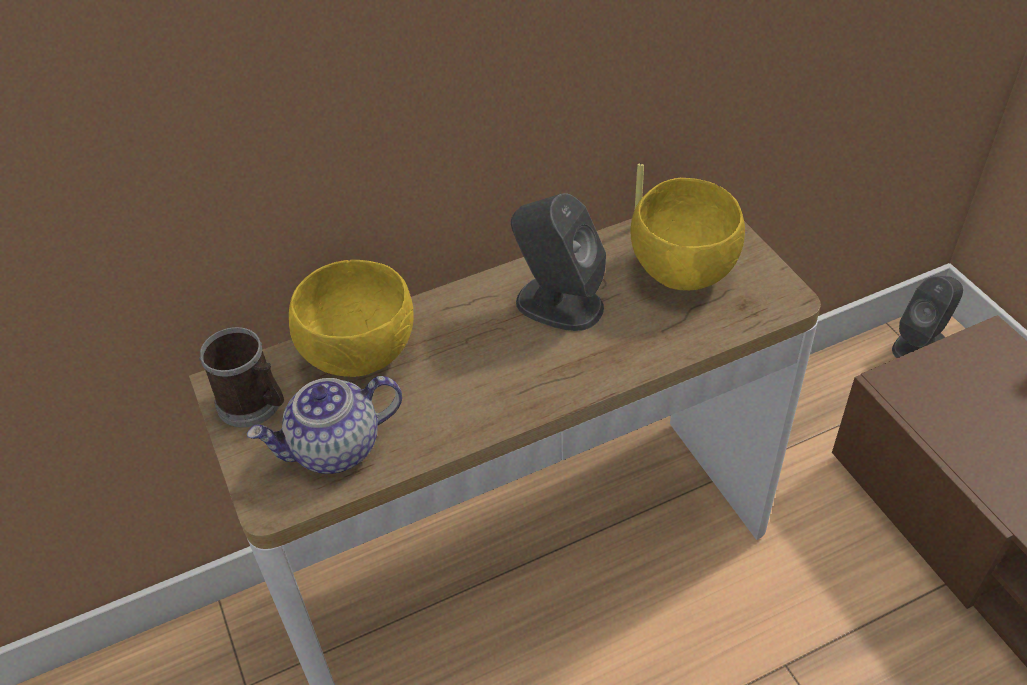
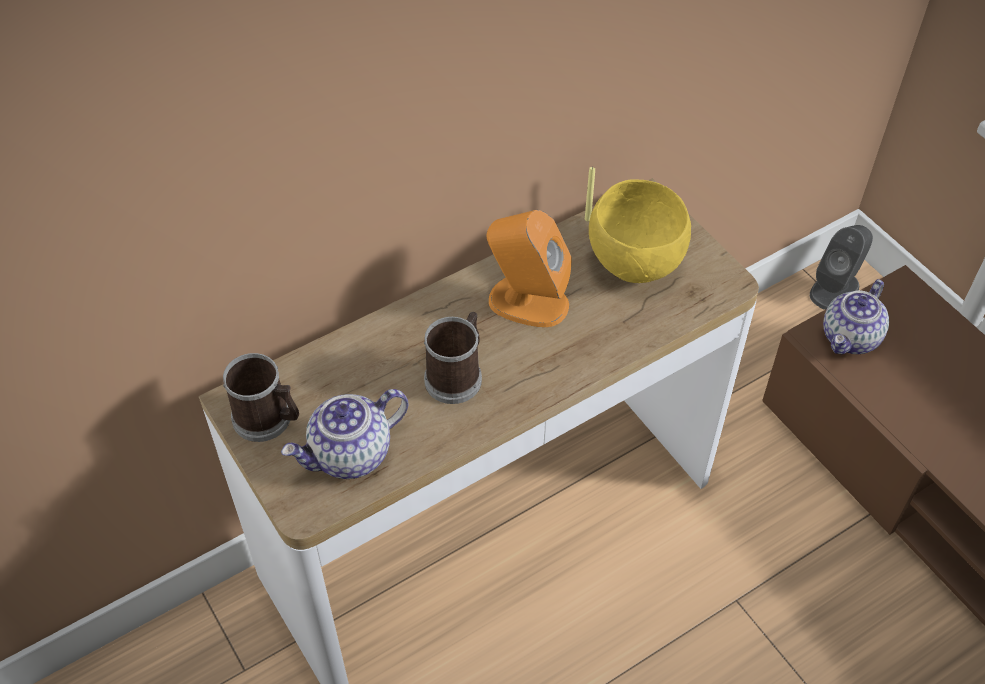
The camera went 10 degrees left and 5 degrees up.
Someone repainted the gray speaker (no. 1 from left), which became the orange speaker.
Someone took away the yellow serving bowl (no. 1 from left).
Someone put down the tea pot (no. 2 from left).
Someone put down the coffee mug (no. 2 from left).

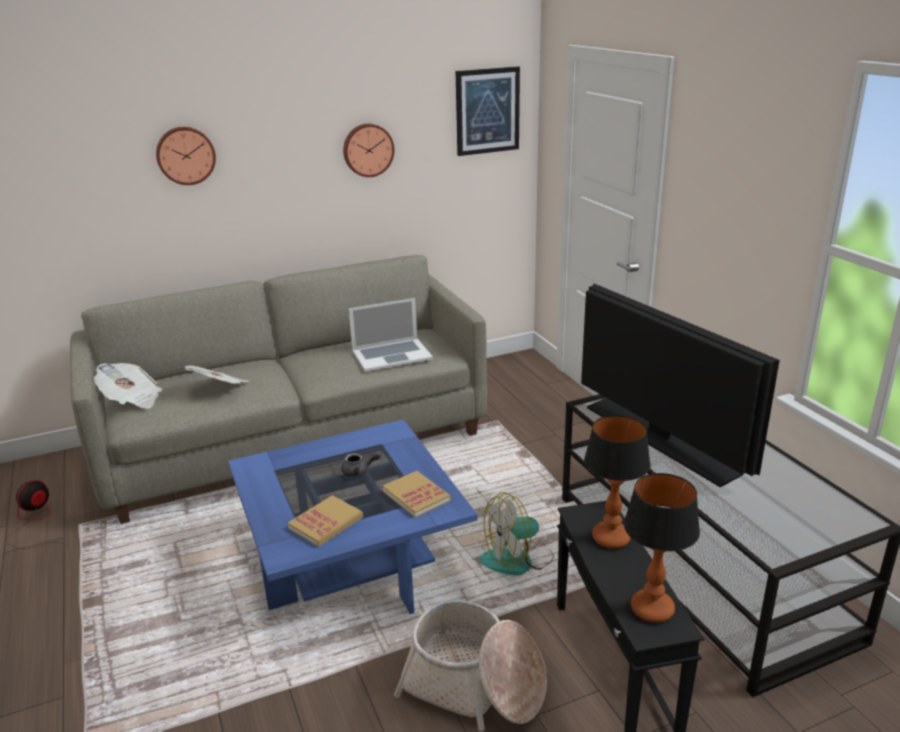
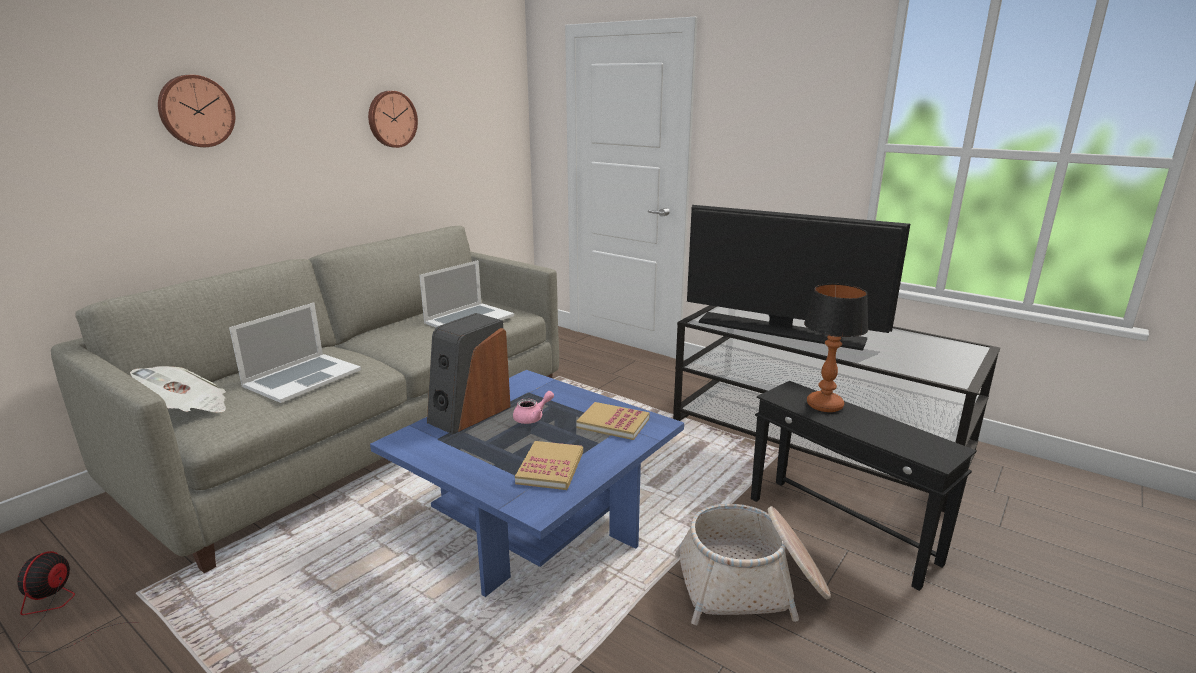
The camera went 30 degrees left and 5 degrees down.
Someone took away the wall picture.
Someone swapped the newspaper (no. 2 from left) for the laptop (no. 1 from left).
Someone repainted the gray tea pot, which became the pink-coloured tea pot.
Someone took away the table lamp (no. 2 from left).
Someone took away the electric fan (no. 2 from left).
Someone put down the speaker.

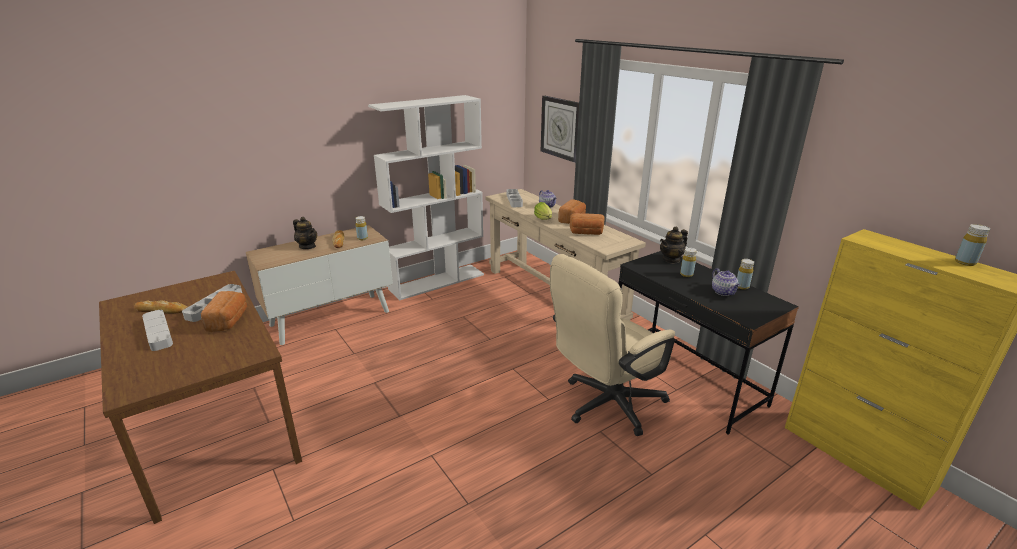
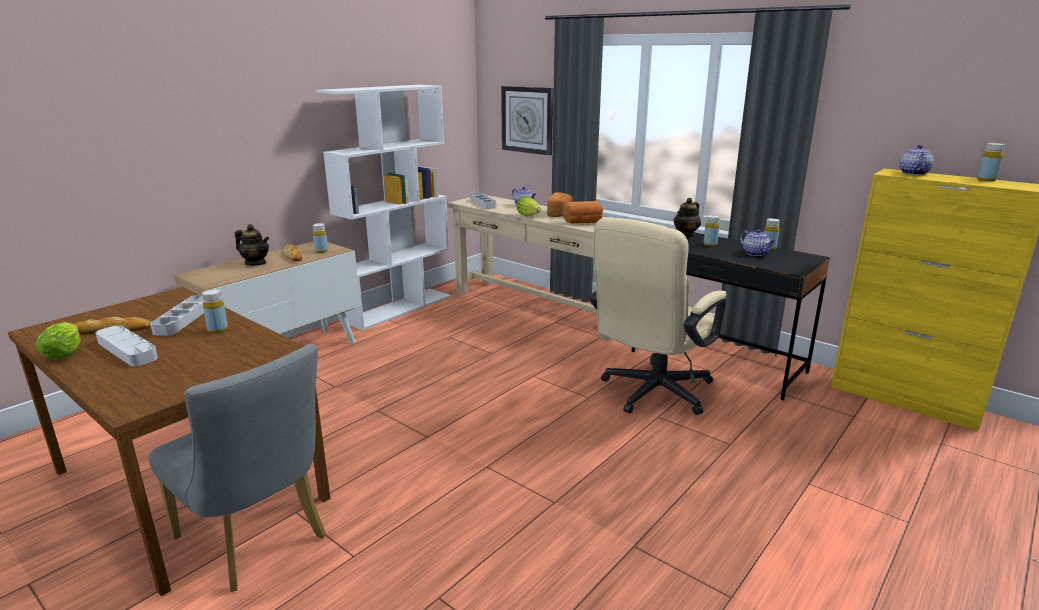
The camera went 15 degrees left and 5 degrees down.
Someone swapped the bread (no. 2 from left) for the yellow bottle (no. 1 from left).
Someone put down the tea pot (no. 5 from left).
Someone put down the lettuce head (no. 1 from left).
Someone put down the gray upright chair.

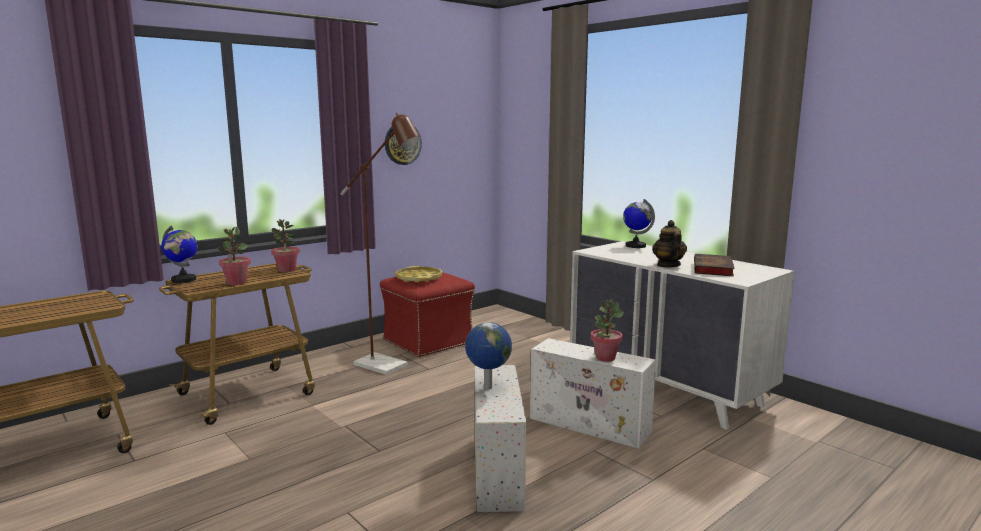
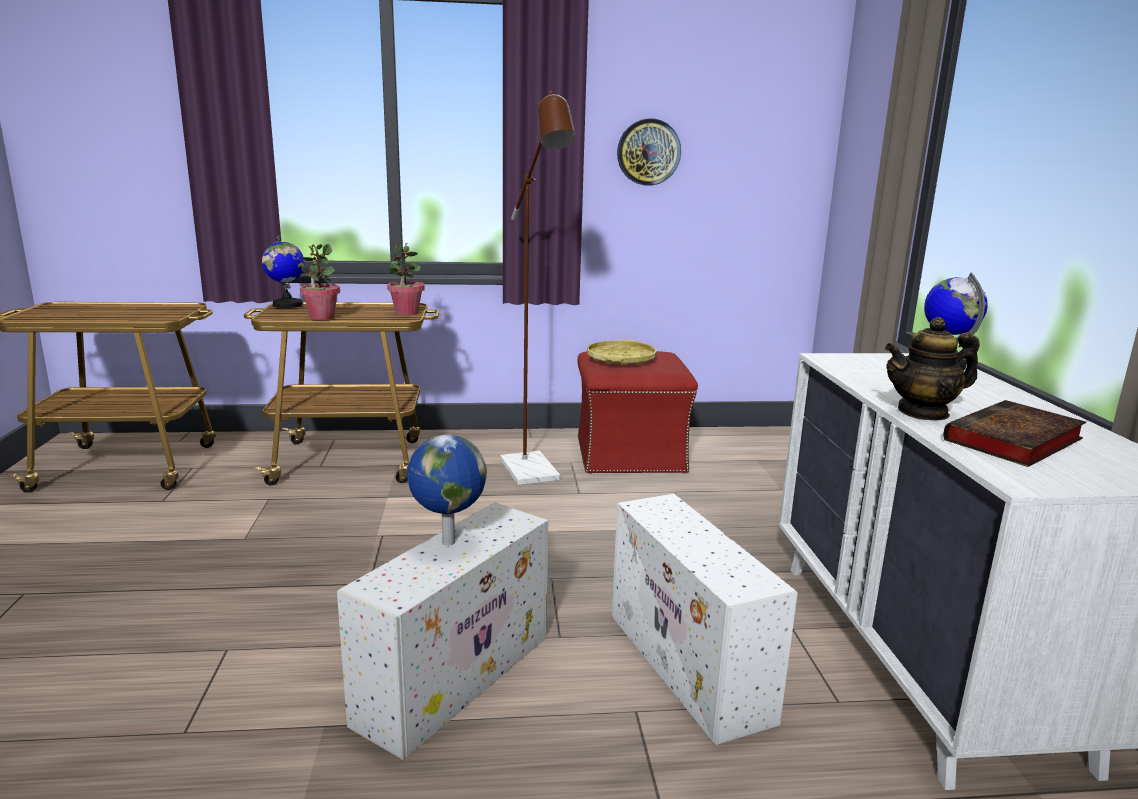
The camera went 35 degrees right and 5 degrees up.
Someone rotated the tea pot by 135 degrees counterclockwise.
Someone took away the houseplant (no. 3 from left).

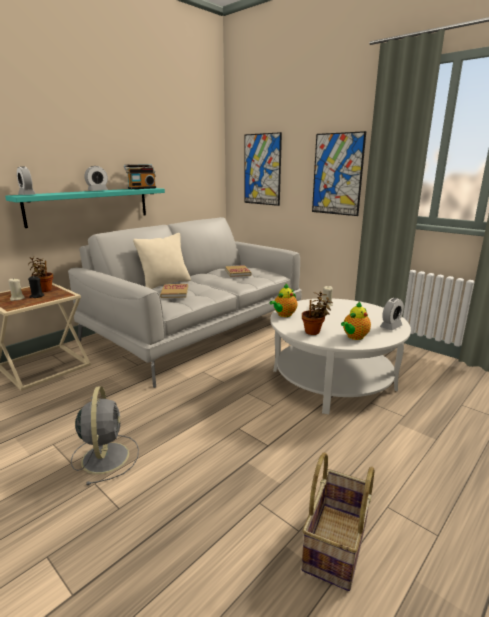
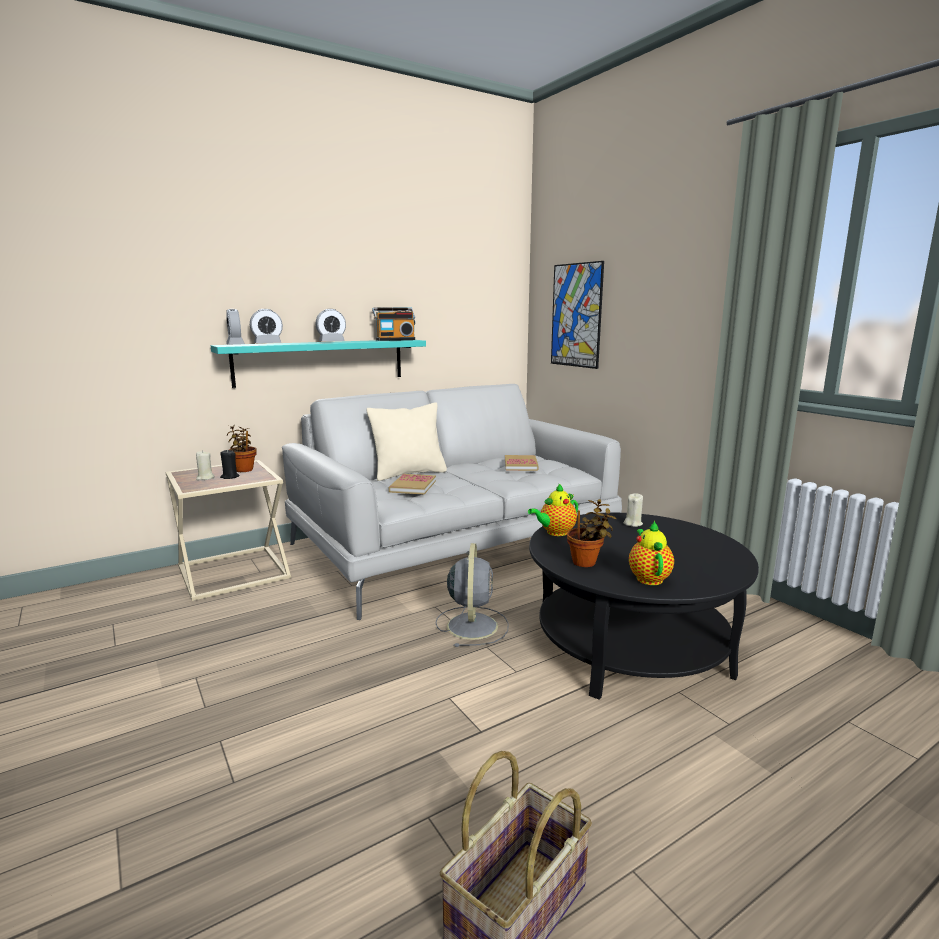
The camera went 15 degrees right and 5 degrees down.
Someone took away the wall picture (no. 2 from left).
Someone repainted the white low table, which became the blackish low table.
Someone carried the bedside clock (no. 3 from left in the first image).
Someone rotated the tea pot (no. 2 from left) by 120 degrees clockwise.
Someone carried the gray electric fan.

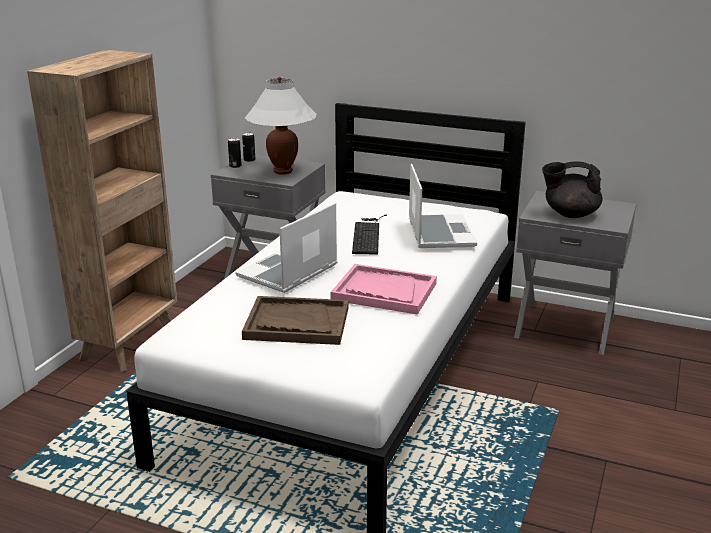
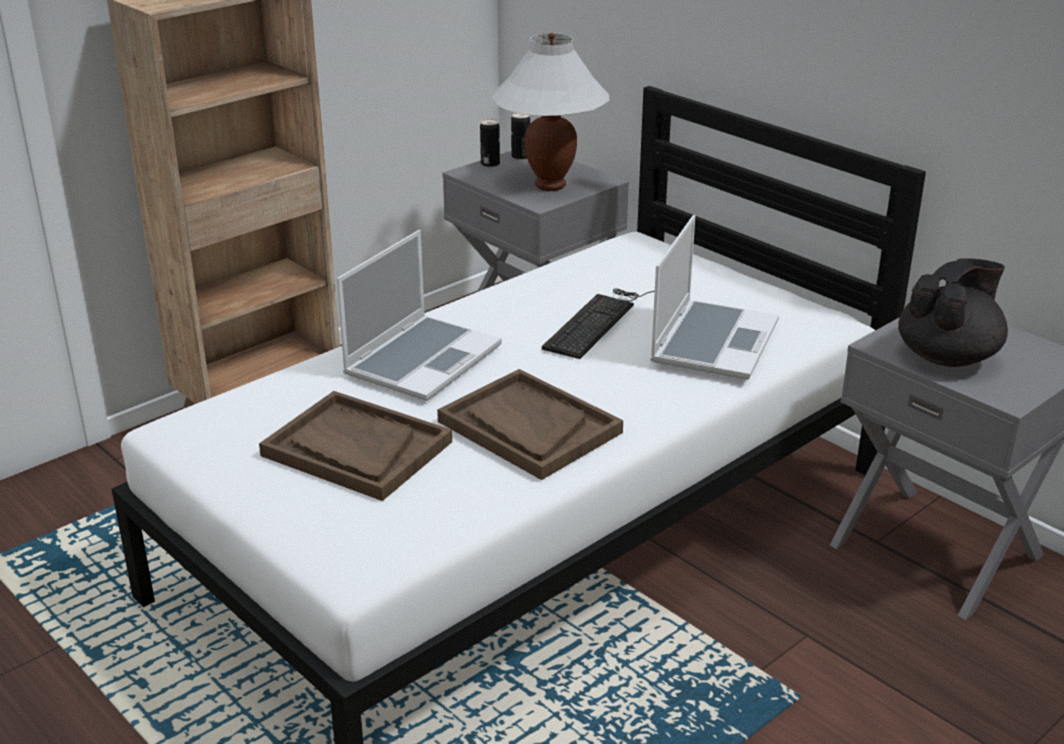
The camera went 25 degrees right and 5 degrees up.
Someone rotated the blackish tea pot by 105 degrees clockwise.
Someone rotated the laptop (no. 1 from left) by 150 degrees clockwise.
Someone repainted the pink-coloured carrying tray, which became the brownish carrying tray (no. 2 from left).

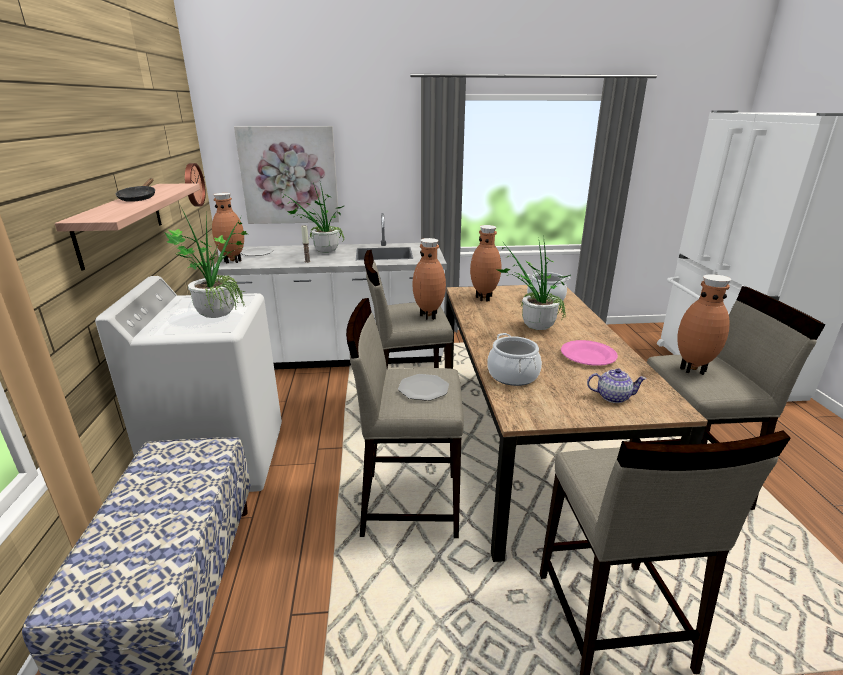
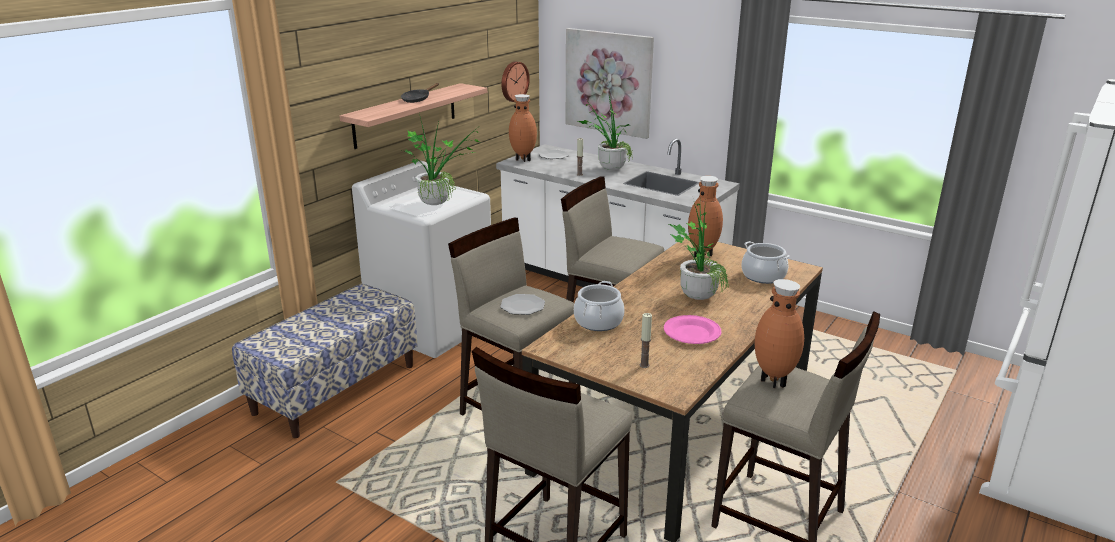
The camera went 40 degrees right and 0 degrees up.
Someone took away the brownish vase (no. 2 from left).
Someone swapped the tea pot for the wax light (no. 2 from left).

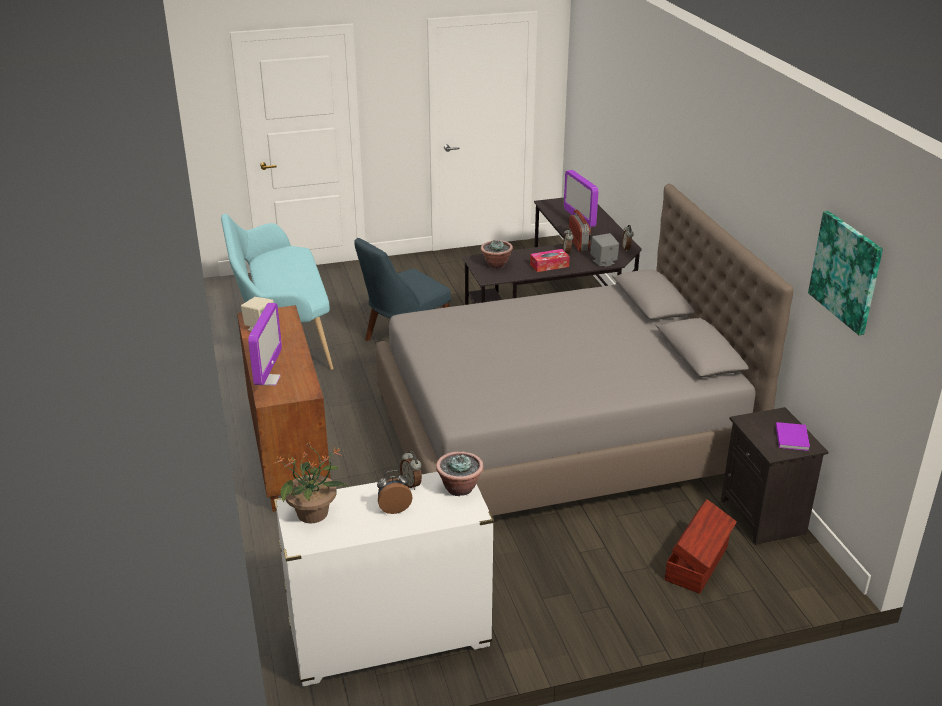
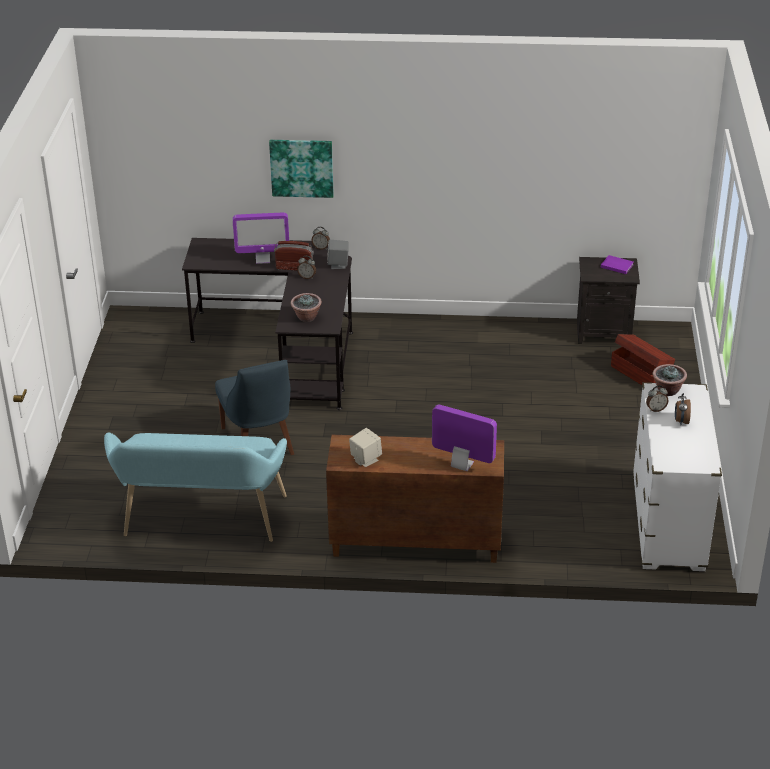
The camera went 70 degrees left and 5 degrees up.
Someone took away the gray bedroom bed.
Someone carried the wall picture.
Someone took away the box of tissues.
Someone took away the houseplant (no. 1 from left).

